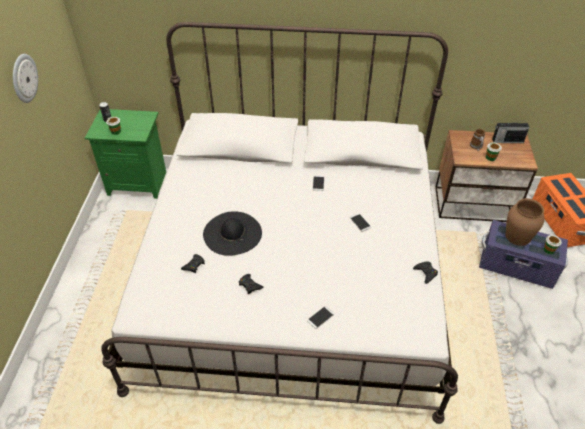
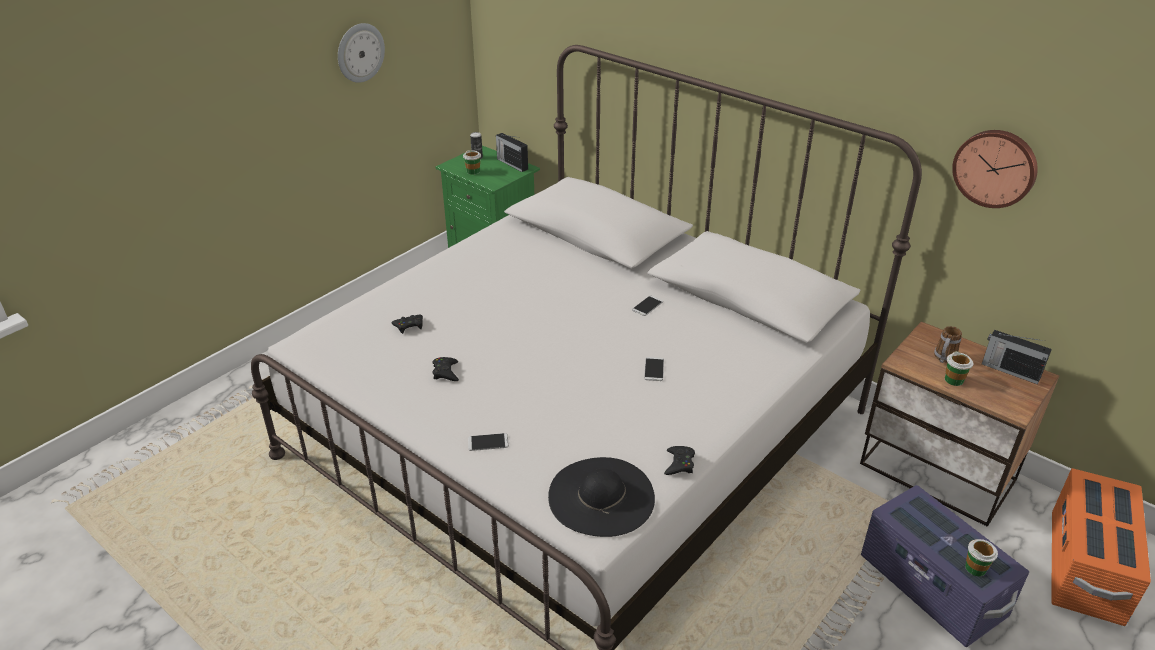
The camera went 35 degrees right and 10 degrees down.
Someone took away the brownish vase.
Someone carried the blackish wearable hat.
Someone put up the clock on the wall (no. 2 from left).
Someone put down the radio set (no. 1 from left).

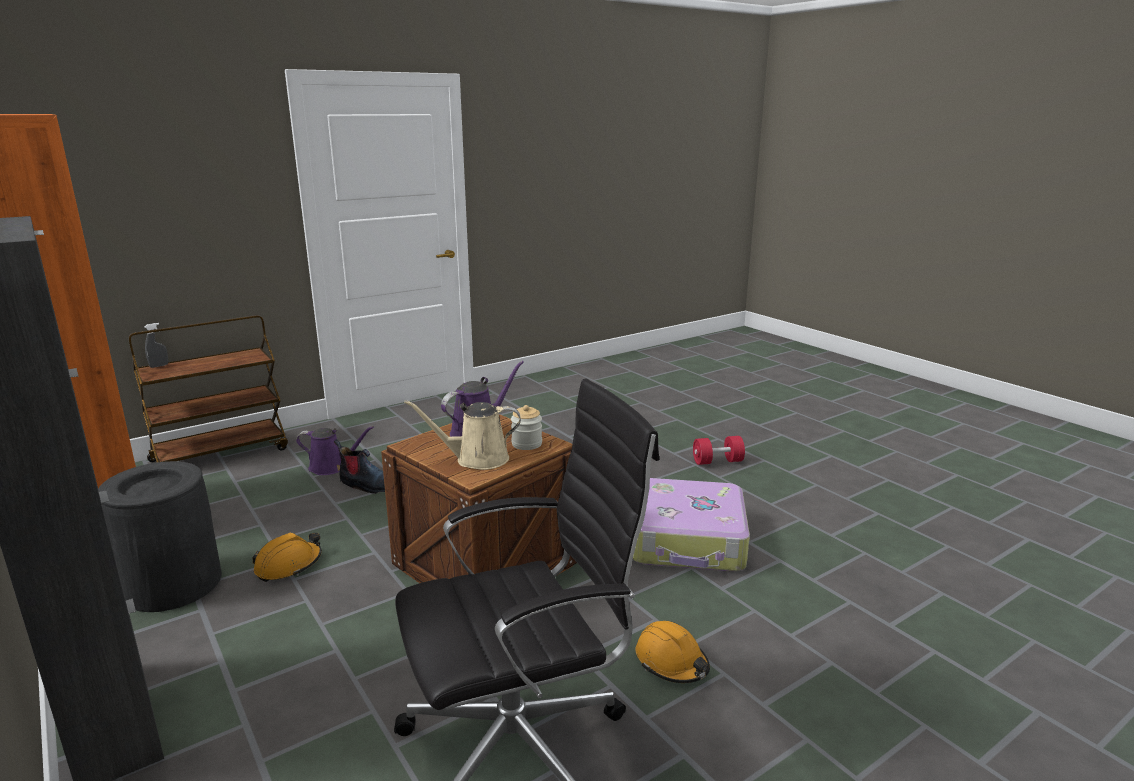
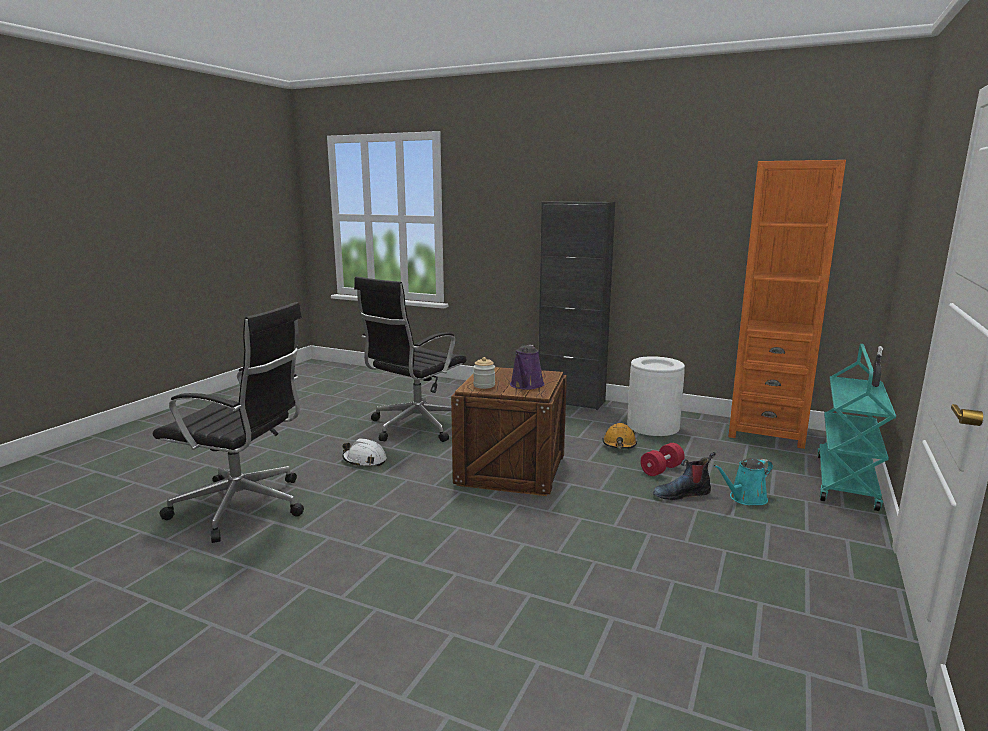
The camera went 150 degrees right and 5 degrees down.
Someone repainted the brownish cart, which became the turquoise-coloured cart.
Someone took away the beige watering pot.
Someone repainted the purple watering pot (no. 1 from left), which became the turquoise-coloured watering pot.
Someone carried the red free weight.
Someone repainted the blackish trash can, which became the white trash can.
Someone took away the travel case.
Someone repainted the orange hard hat (no. 2 from left), which became the white hard hat.
Someone put down the blackish office chair (no. 1 from left).

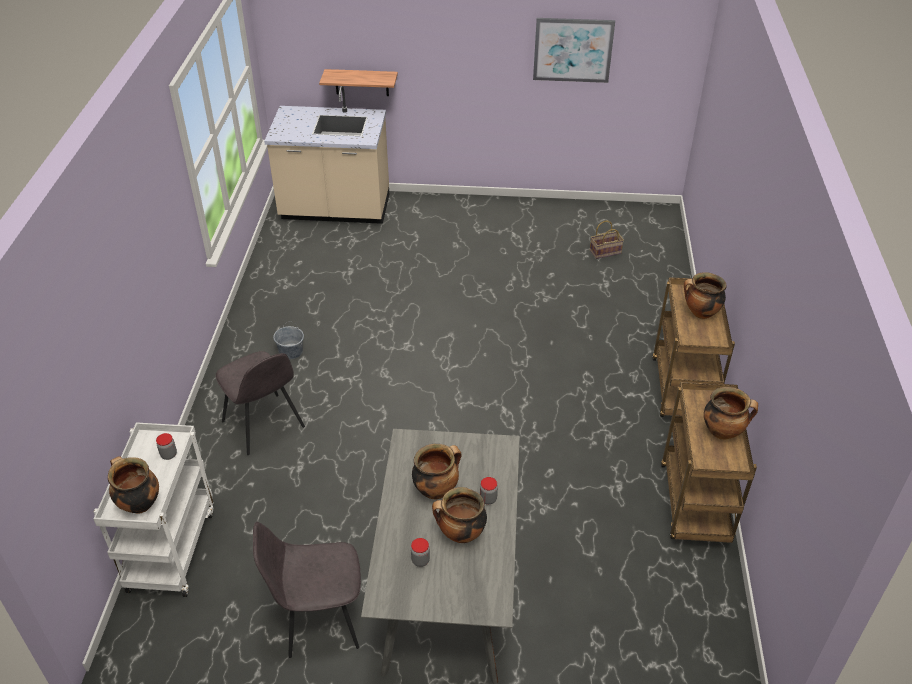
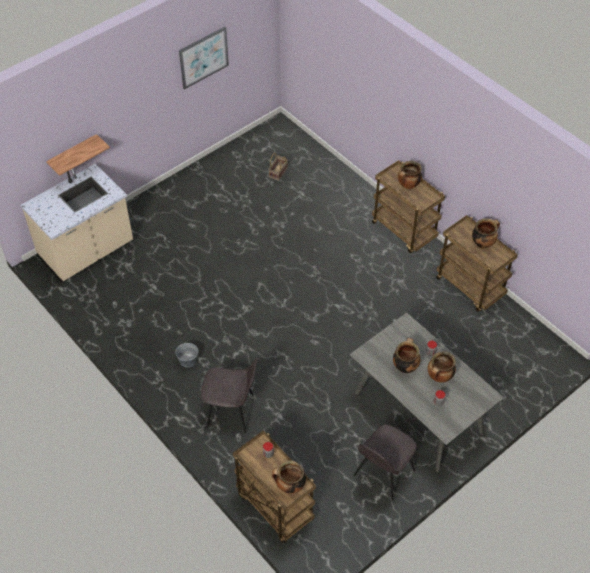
The camera went 45 degrees left and 10 degrees up.
Someone repainted the white cart, which became the brownish cart (no. 1 from left).

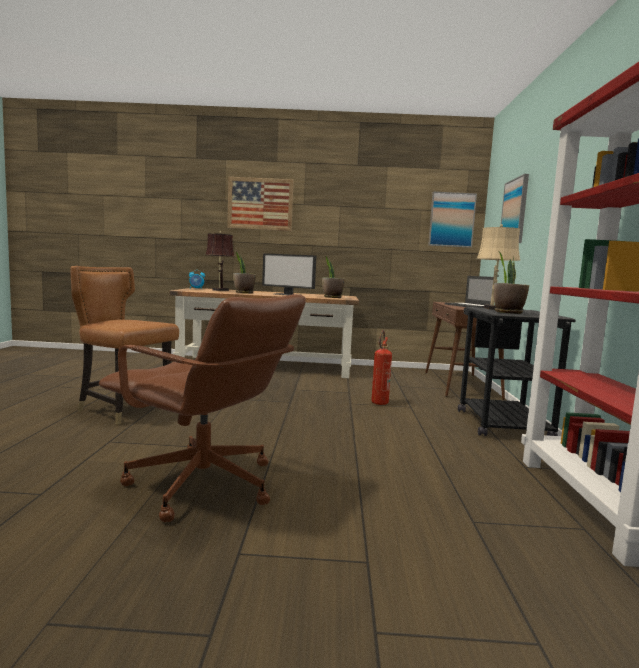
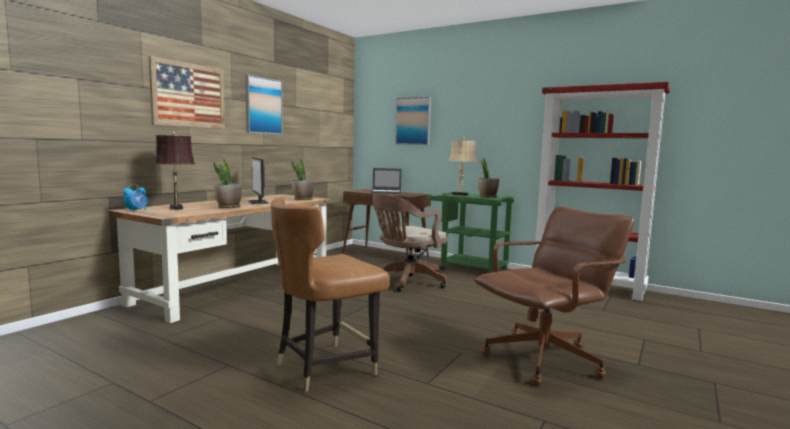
The camera went 60 degrees left and 0 degrees up.
Someone carried the wall picture (no. 2 from left).
Someone rotated the monitor by 105 degrees clockwise.
Someone repainted the blackish cart, which became the greenish cart.
Someone swapped the fire-fighting cylinder for the brownish office chair (no. 1 from left).

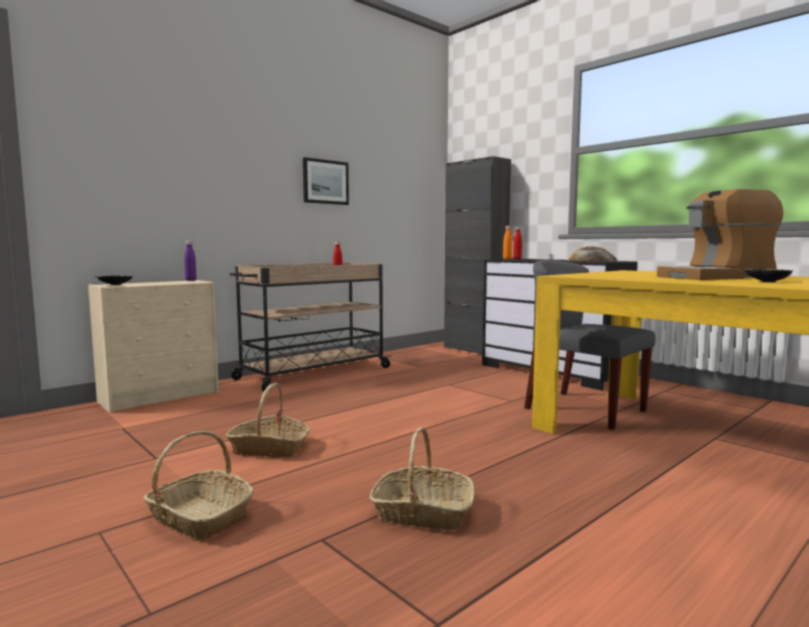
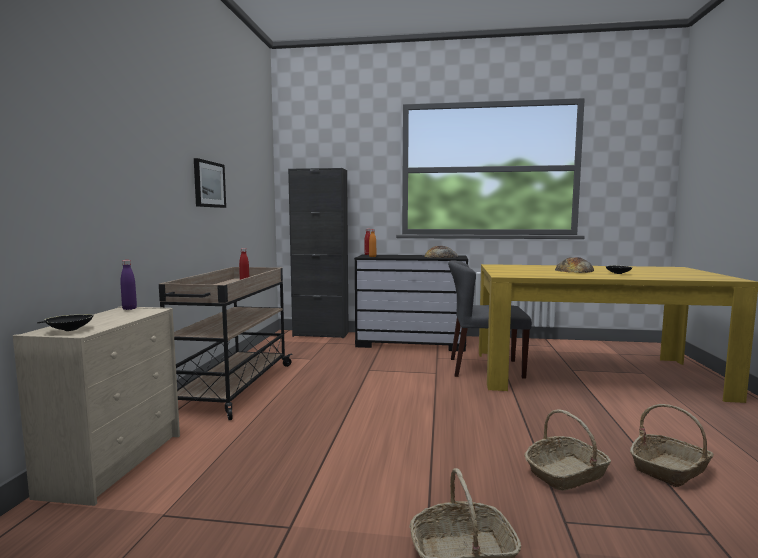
The camera went 40 degrees left and 0 degrees up.
Someone swapped the coffee maker for the bread (no. 2 from left).
Someone carried the basket (no. 2 from left in the first image).

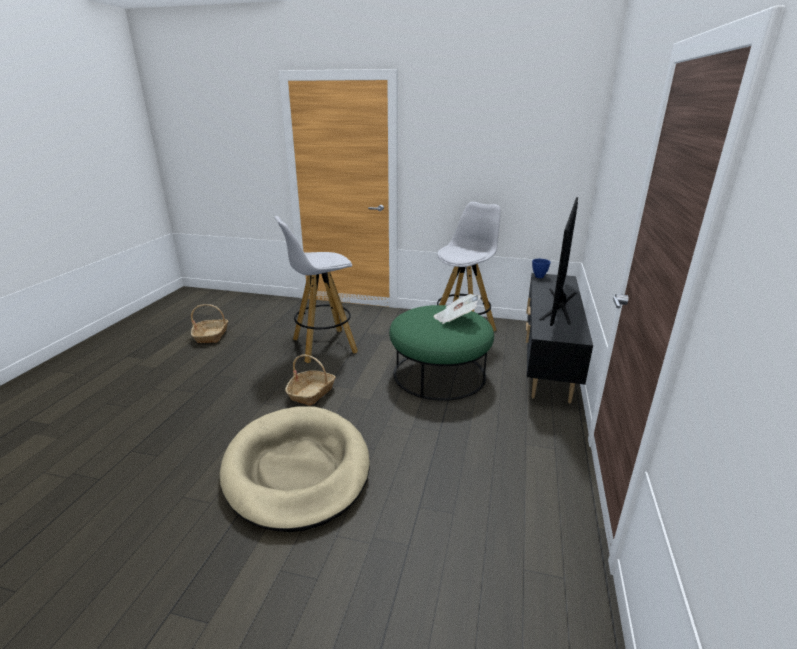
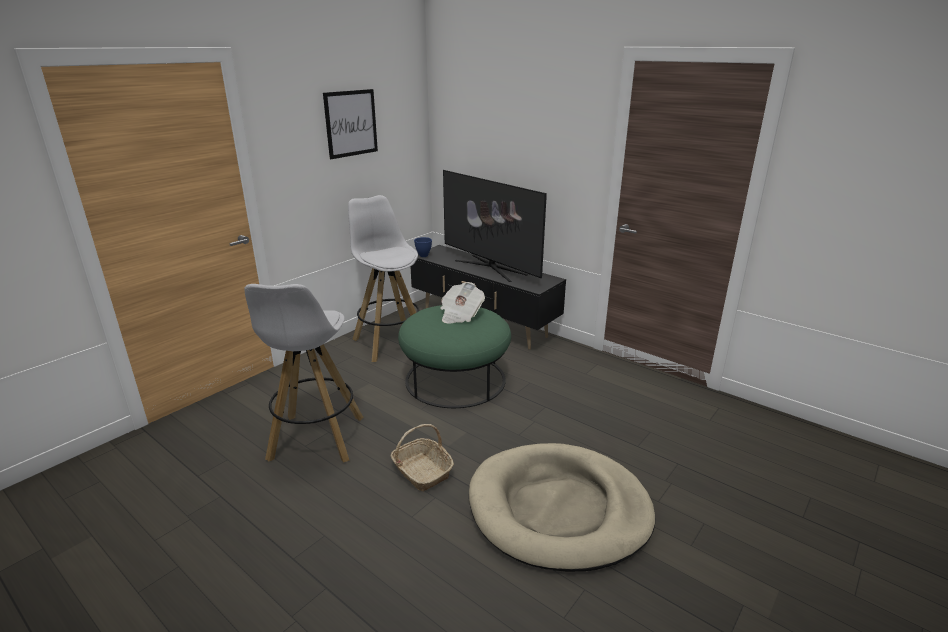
The camera went 65 degrees left and 0 degrees up.
Someone took away the basket (no. 1 from left).
Someone put up the wall picture.

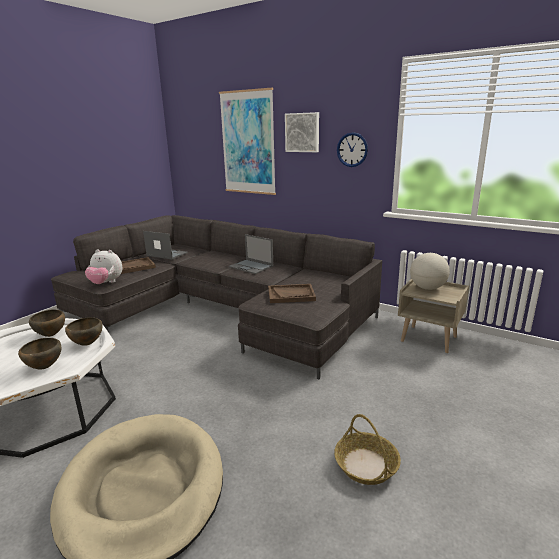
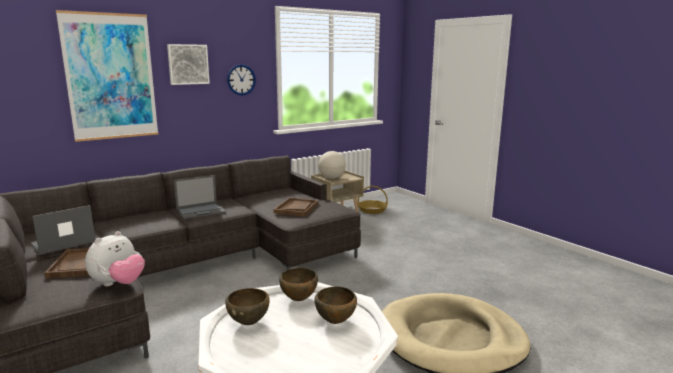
The camera went 70 degrees left and 5 degrees down.
Someone carried the basket.

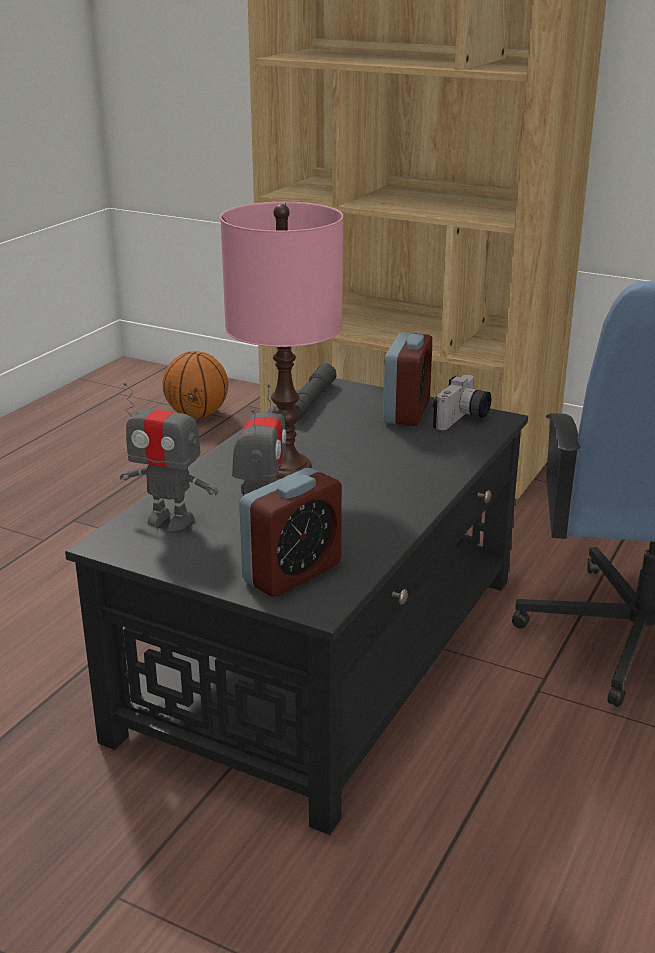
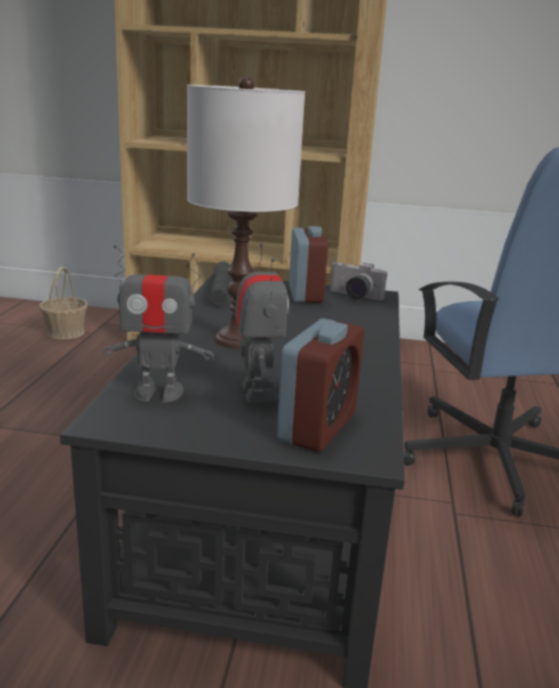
The camera went 20 degrees left and 5 degrees down.
Someone repainted the pink-coloured table lamp, which became the white table lamp.
Someone swapped the basketball for the basket.
Someone rotated the still camera by 105 degrees clockwise.

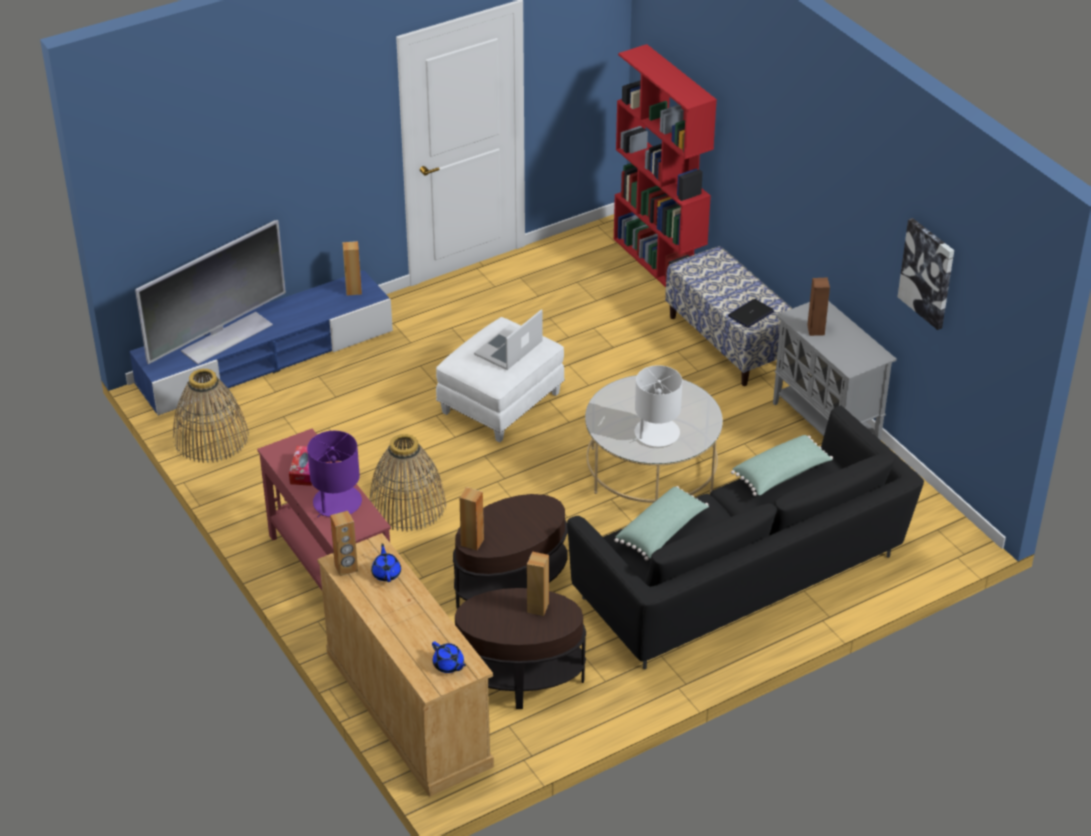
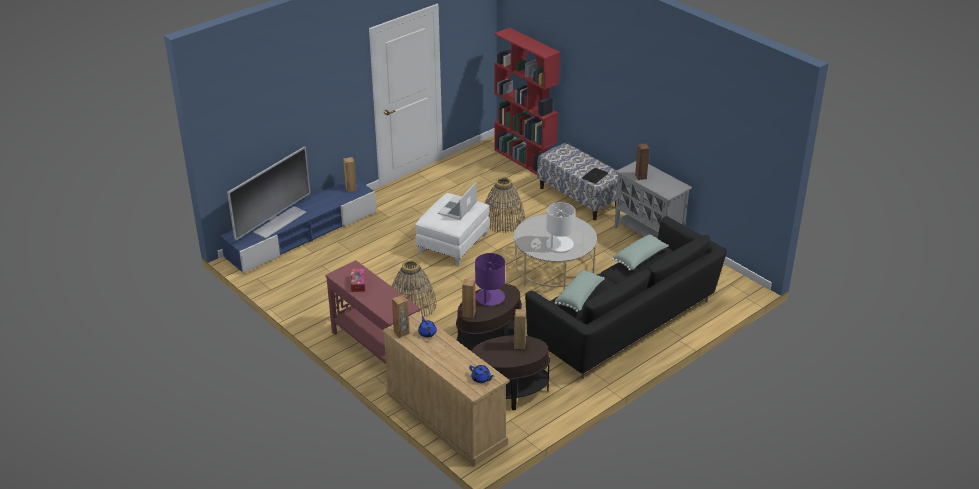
The camera went 10 degrees left and 5 degrees down.
Someone took away the wall picture.
Someone carried the basket (no. 1 from left in the first image).
Someone carried the purple table lamp.

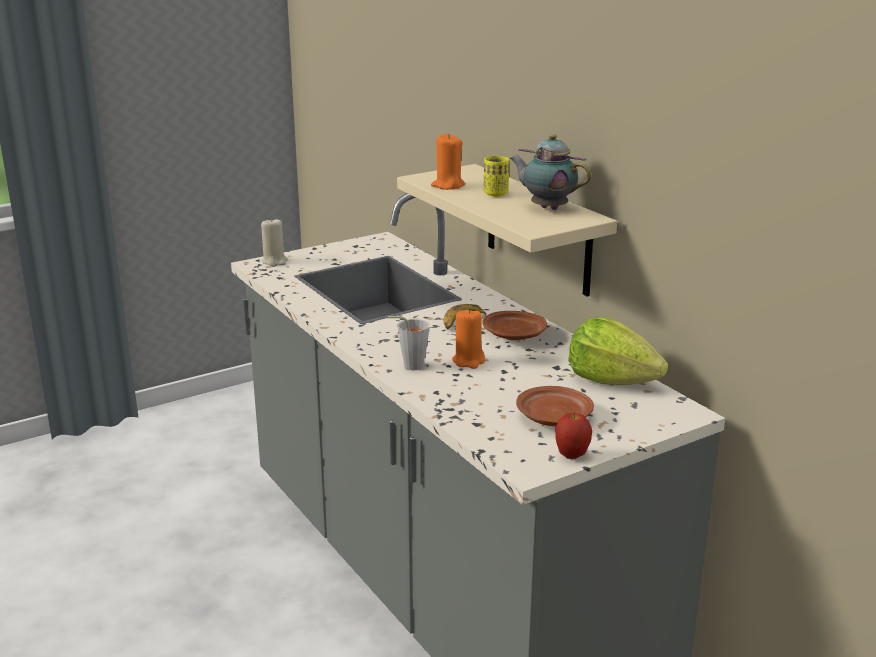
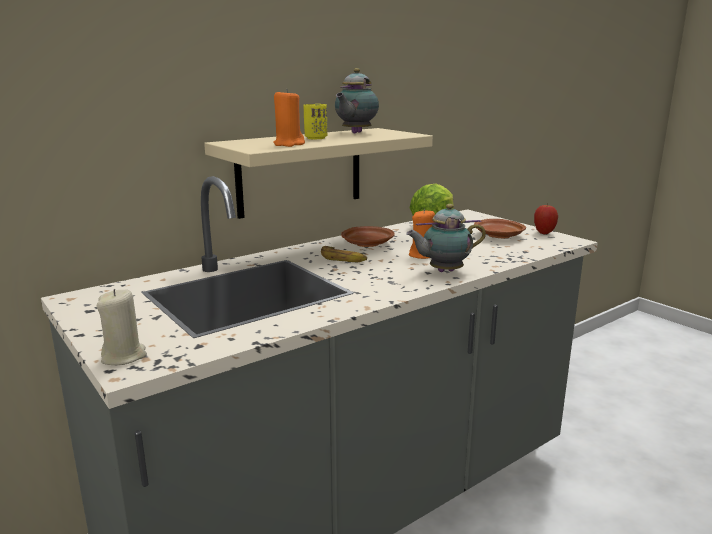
The camera went 95 degrees left and 5 degrees down.
Someone swapped the gray drinking cup for the tea pot (no. 2 from left).

